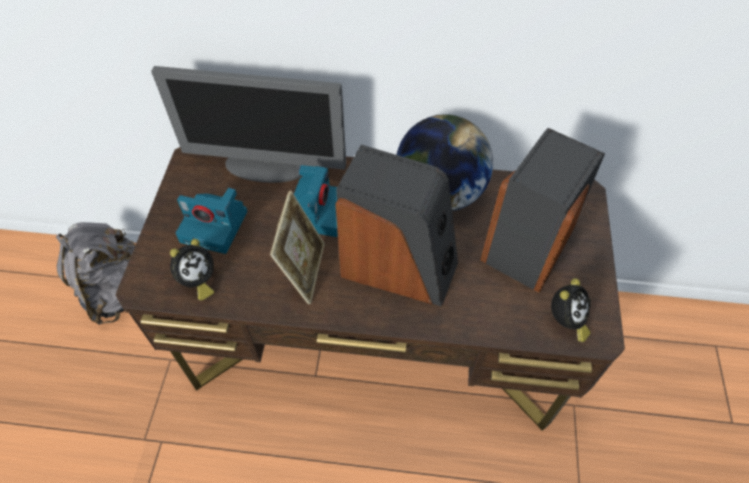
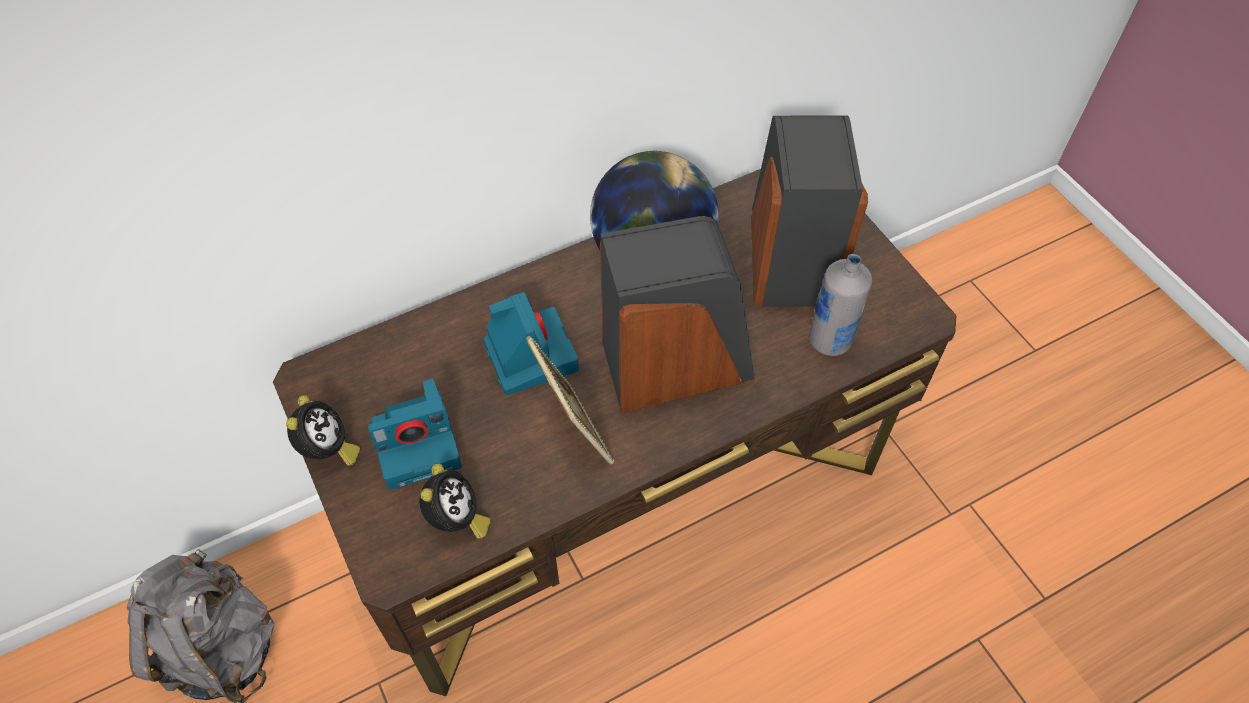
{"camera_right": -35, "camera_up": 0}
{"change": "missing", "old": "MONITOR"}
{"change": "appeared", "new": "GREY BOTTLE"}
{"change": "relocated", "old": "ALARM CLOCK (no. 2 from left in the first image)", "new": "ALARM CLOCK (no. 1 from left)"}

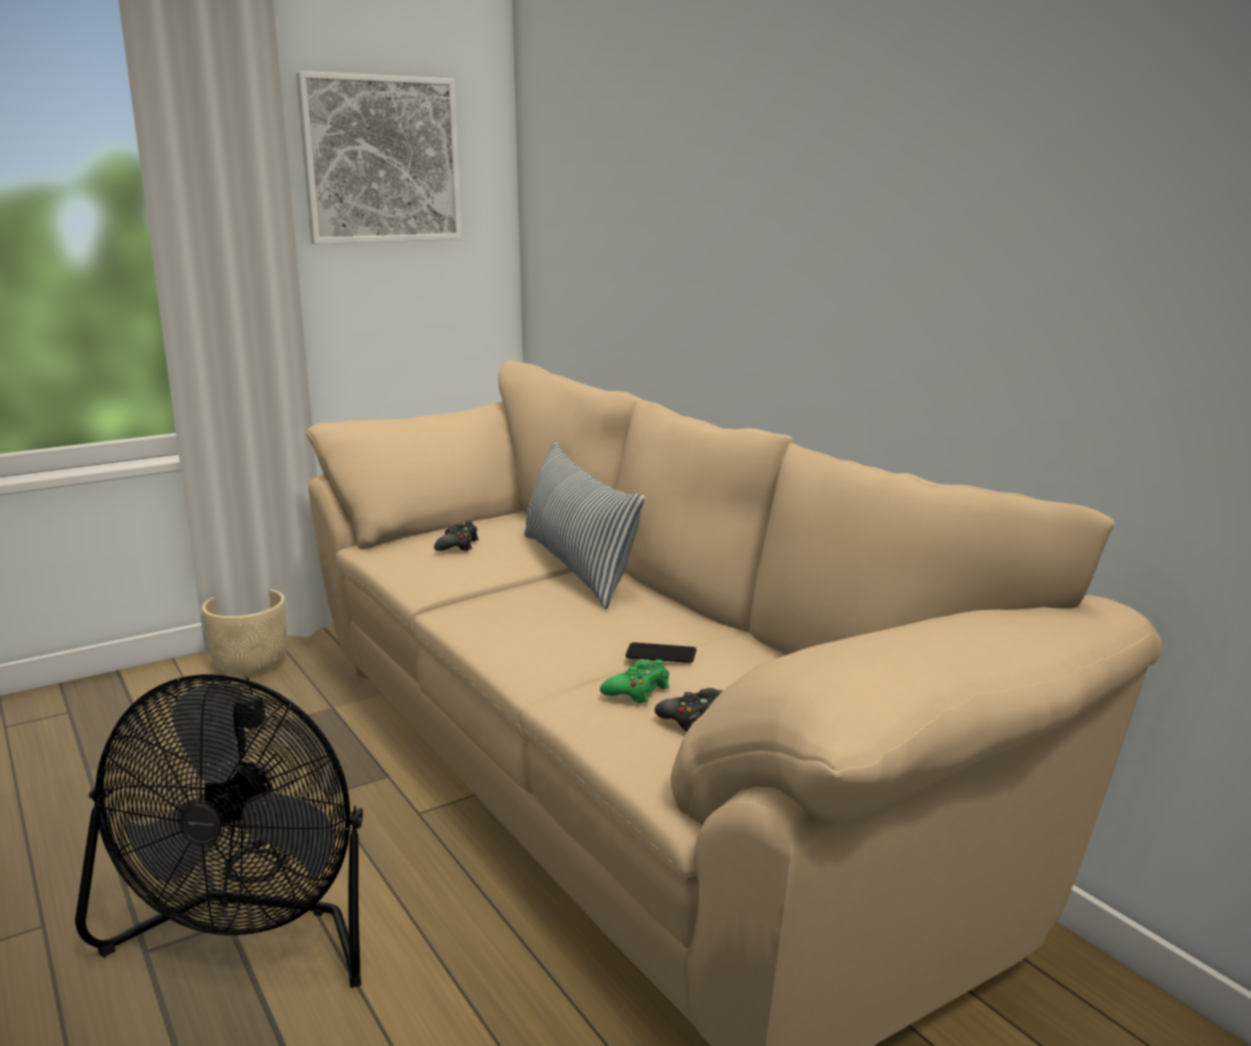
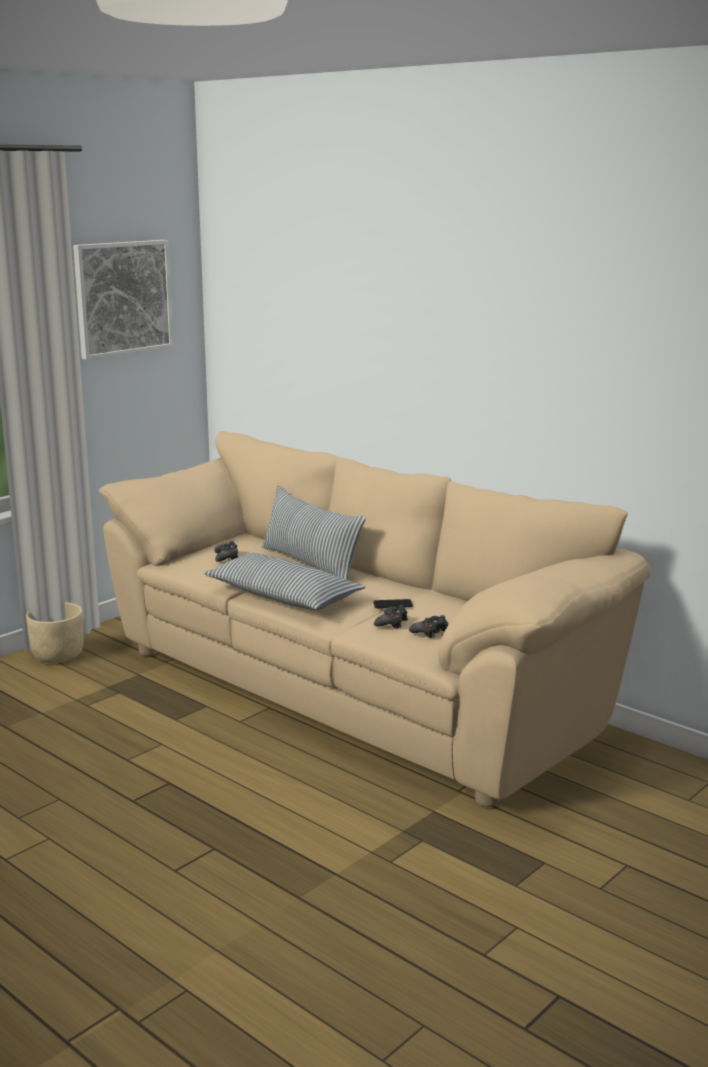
{"camera_right": -15, "camera_up": 0}
{"change": "missing", "old": "BLACK FAN"}
{"change": "appeared", "new": "PILLOW (no. 1 from left)"}
{"change": "colour", "old": "GREEN GAME CONTROLLER", "new": "BLACK GAME CONTROLLER (no. 2 from left)"}

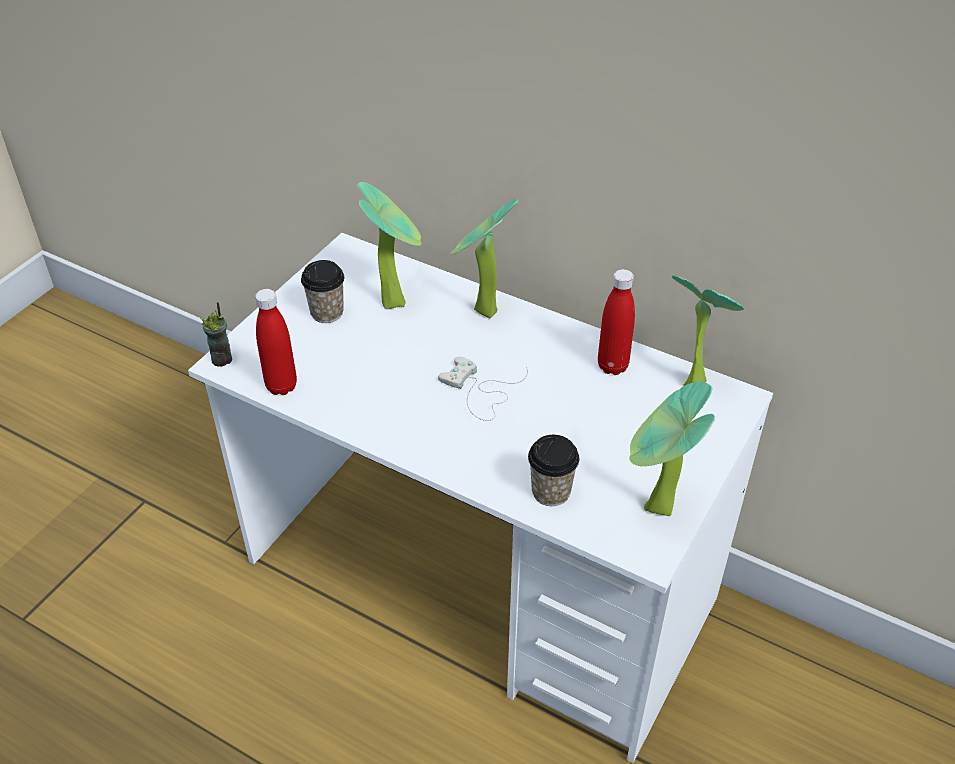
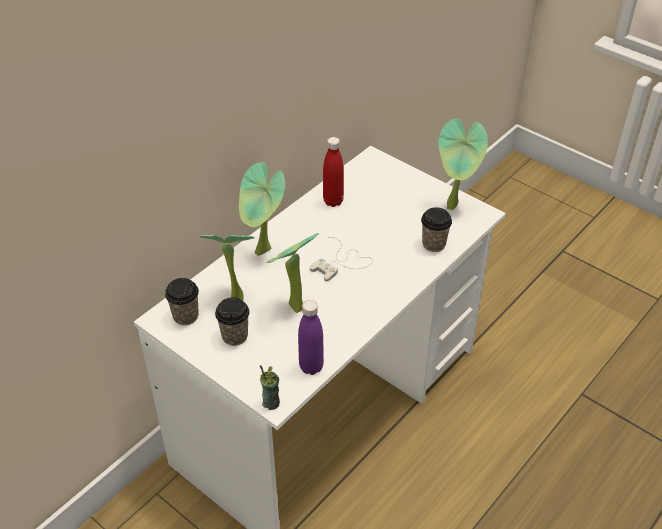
{"camera_right": -80, "camera_up": 0}
{"change": "appeared", "new": "CUP (no. 1 from left)"}
{"change": "relocated", "old": "POTTED PLANT (no. 4 from left in the first image)", "new": "POTTED PLANT (no. 3 from left)"}
{"change": "colour", "old": "RED BOTTLE (no. 1 from left)", "new": "PURPLE BOTTLE"}

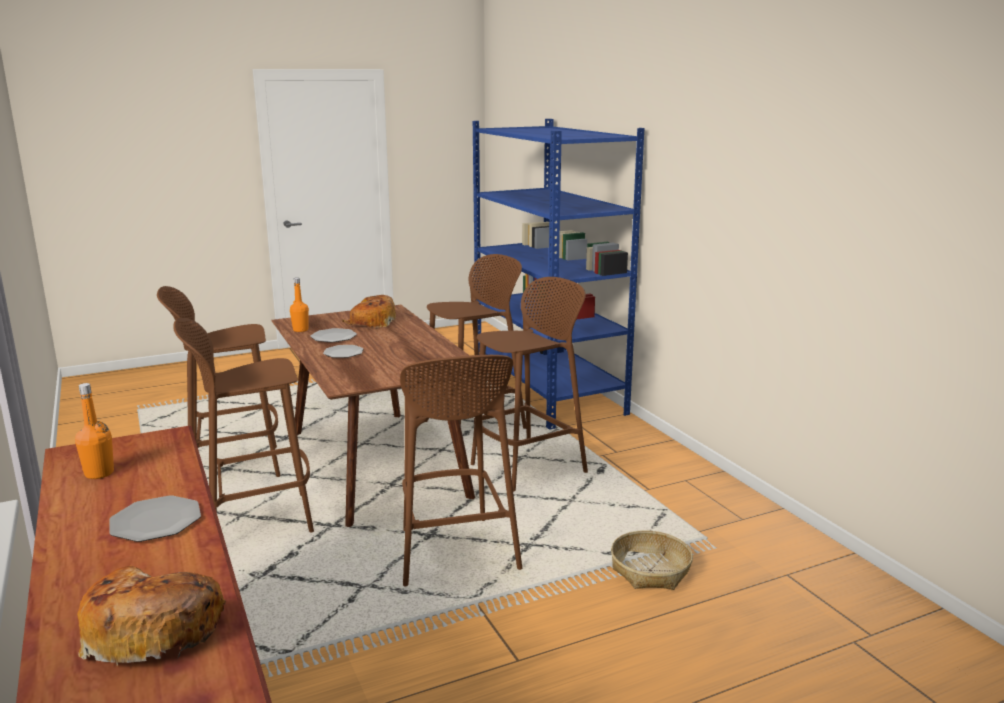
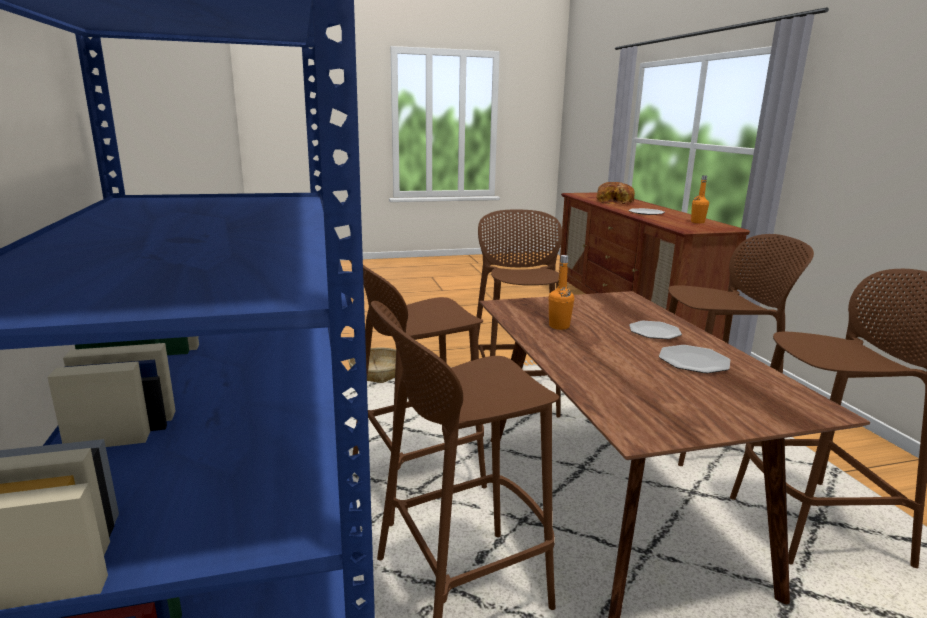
{"camera_right": -170, "camera_up": 0}
{"change": "missing", "old": "BREAD (no. 2 from left)"}
{"change": "relocated", "old": "ORANGE BOTTLE (no. 2 from left in the first image)", "new": "ORANGE BOTTLE (no. 1 from left)"}

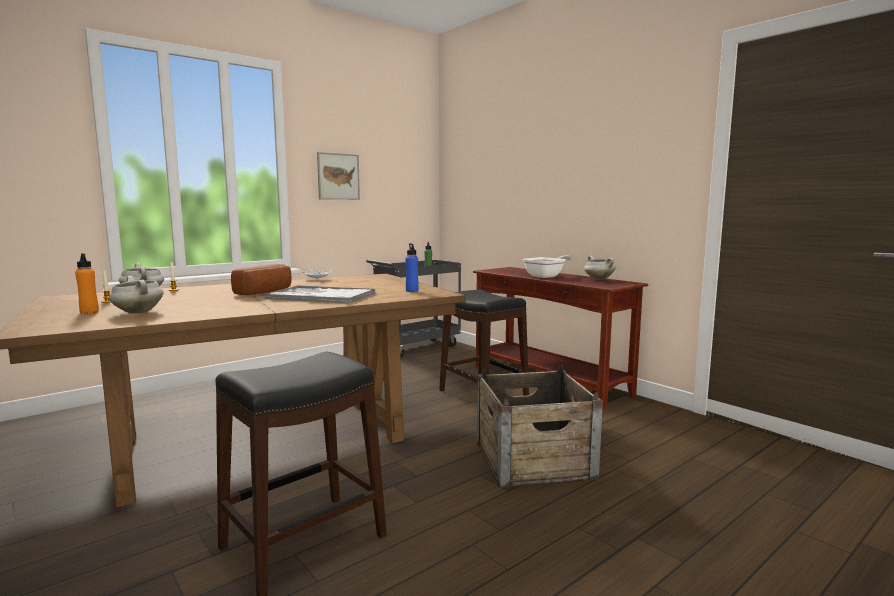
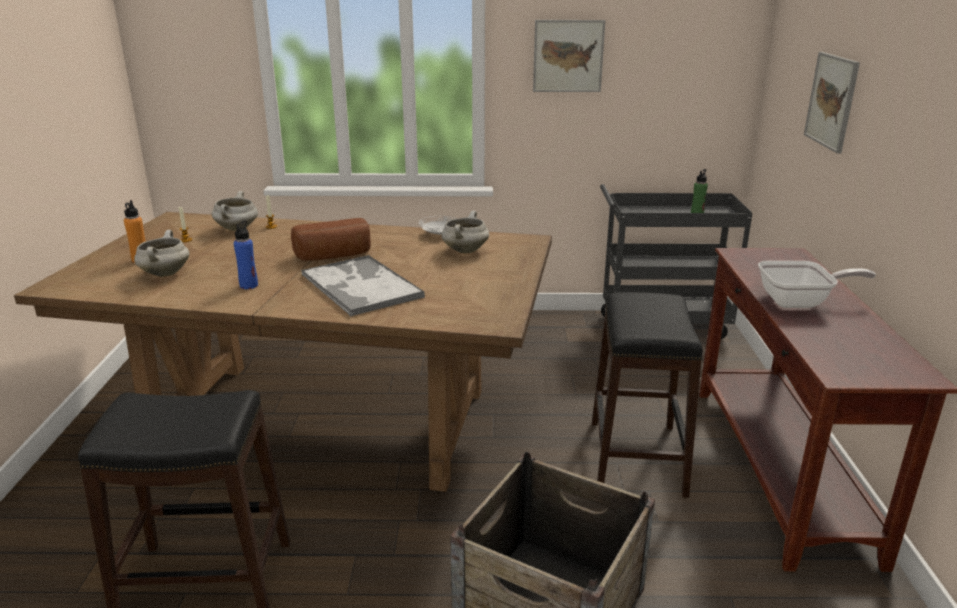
{"camera_right": 40, "camera_up": 15}
{"change": "appeared", "new": "PICTURE (no. 2 from left)"}
{"change": "relocated", "old": "BLUE BOTTLE"}
{"change": "relocated", "old": "WHITE COOKING POT (no. 3 from left)"}

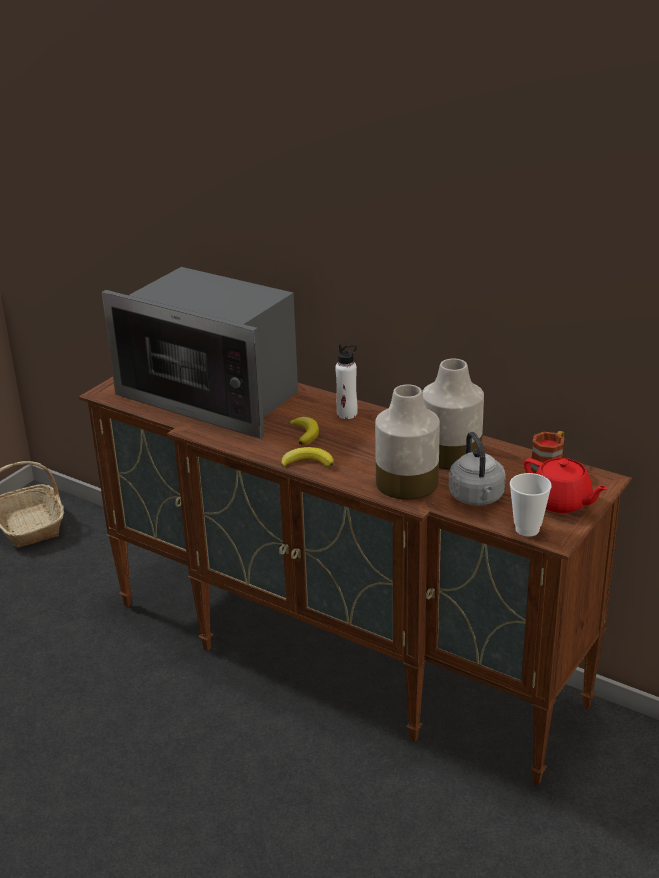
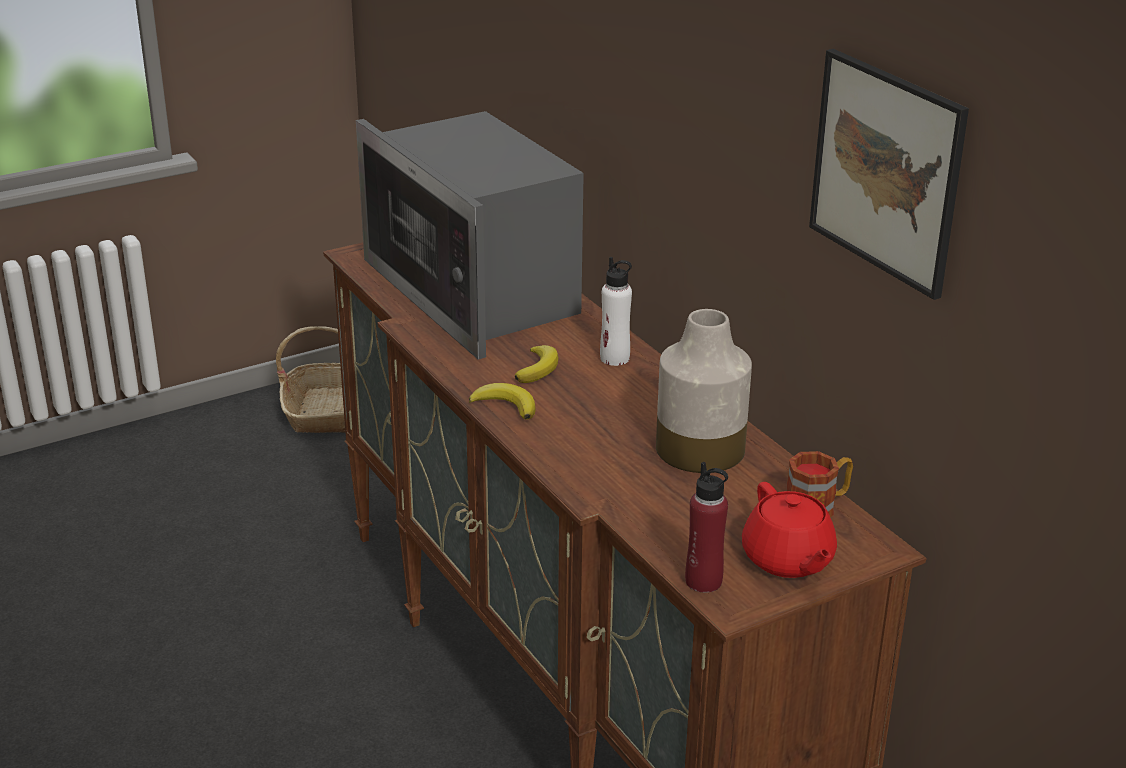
{"camera_right": 25, "camera_up": 0}
{"change": "missing", "old": "BEIGE VASE (no. 1 from left)"}
{"change": "missing", "old": "GREY KETTLE"}
{"change": "appeared", "new": "PICTURE"}
{"change": "exchanged", "old": "CUP", "new": "RED BOTTLE"}

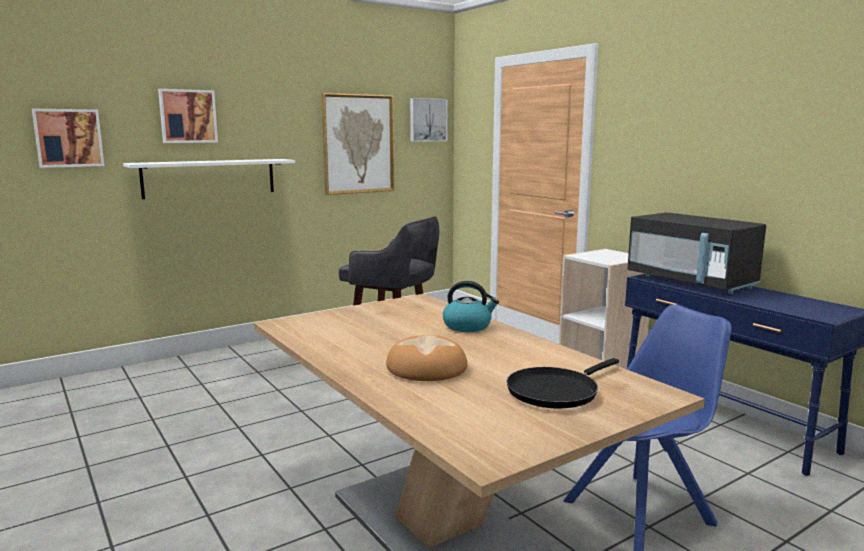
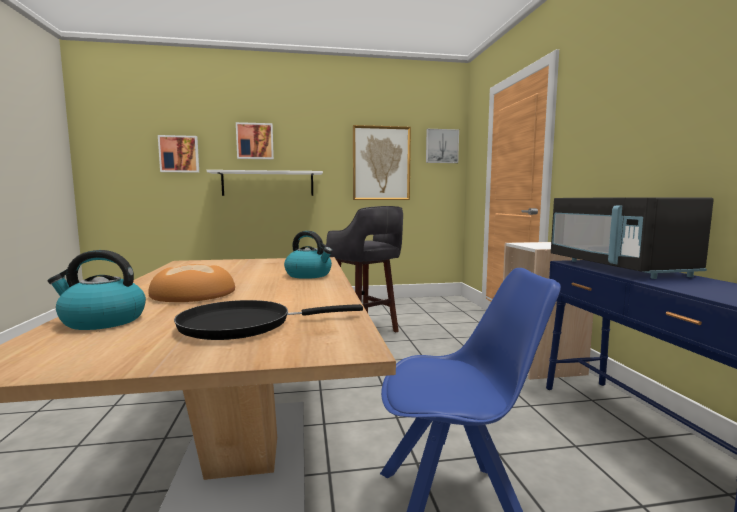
{"camera_right": 25, "camera_up": -5}
{"change": "appeared", "new": "KETTLE (no. 1 from left)"}

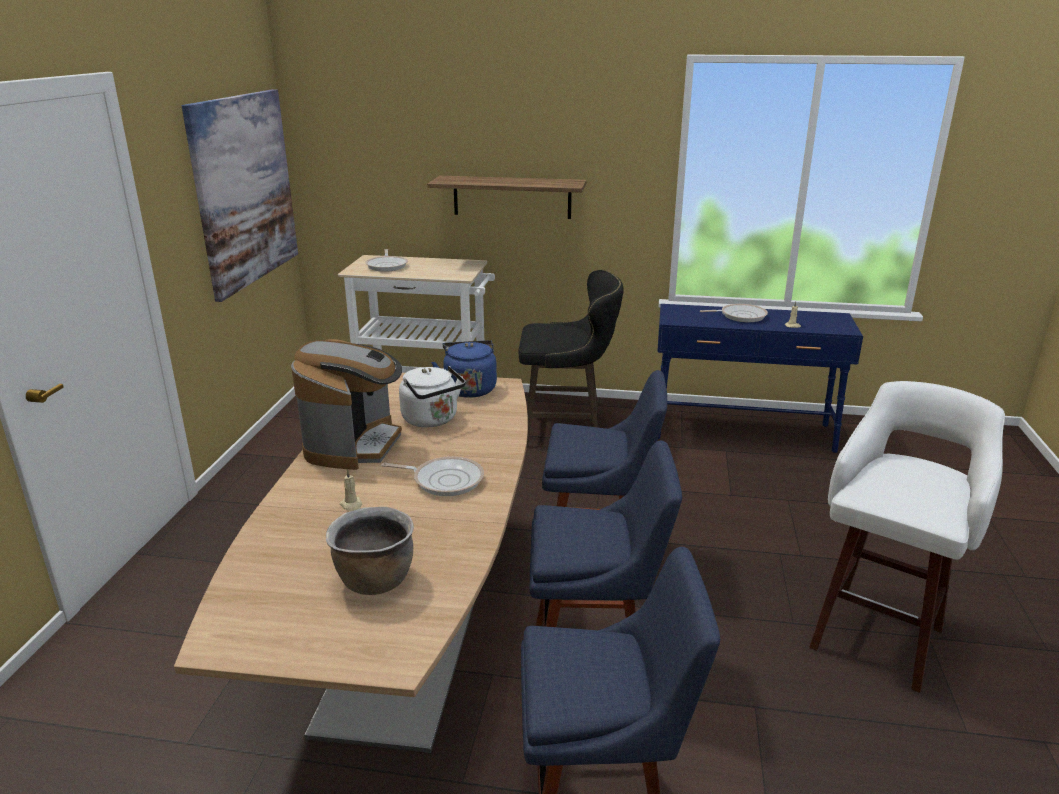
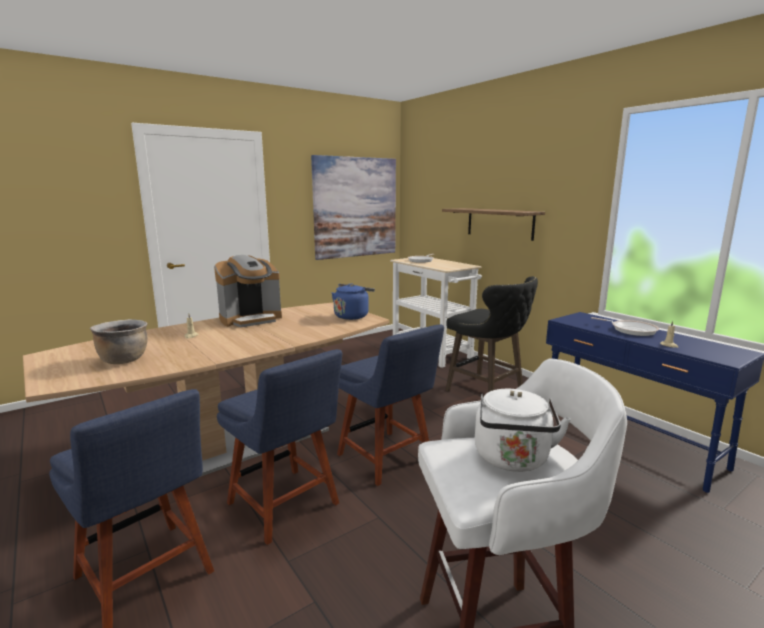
{"camera_right": 45, "camera_up": -10}
{"change": "missing", "old": "FRYING PAN (no. 2 from left)"}
{"change": "relocated", "old": "WHITE KETTLE"}

